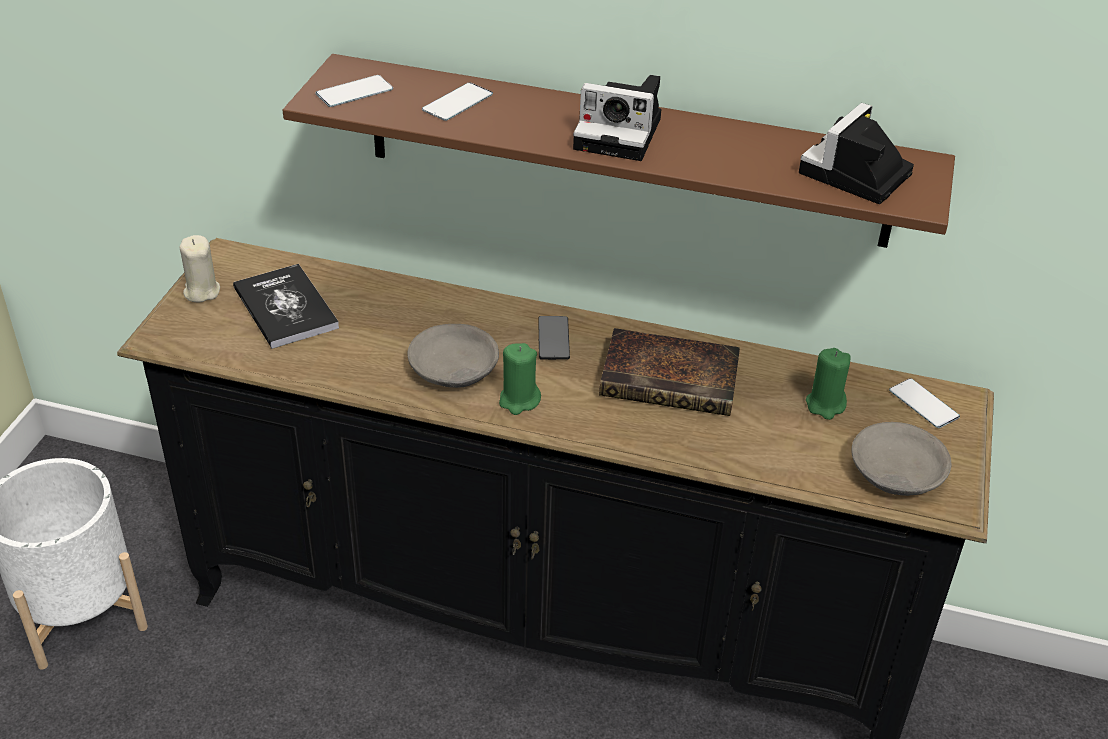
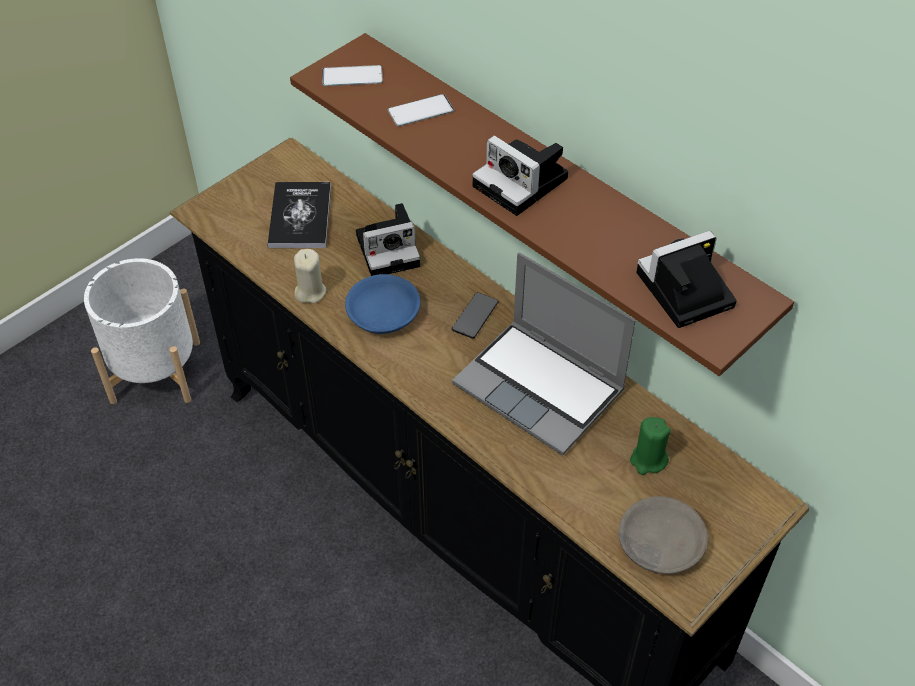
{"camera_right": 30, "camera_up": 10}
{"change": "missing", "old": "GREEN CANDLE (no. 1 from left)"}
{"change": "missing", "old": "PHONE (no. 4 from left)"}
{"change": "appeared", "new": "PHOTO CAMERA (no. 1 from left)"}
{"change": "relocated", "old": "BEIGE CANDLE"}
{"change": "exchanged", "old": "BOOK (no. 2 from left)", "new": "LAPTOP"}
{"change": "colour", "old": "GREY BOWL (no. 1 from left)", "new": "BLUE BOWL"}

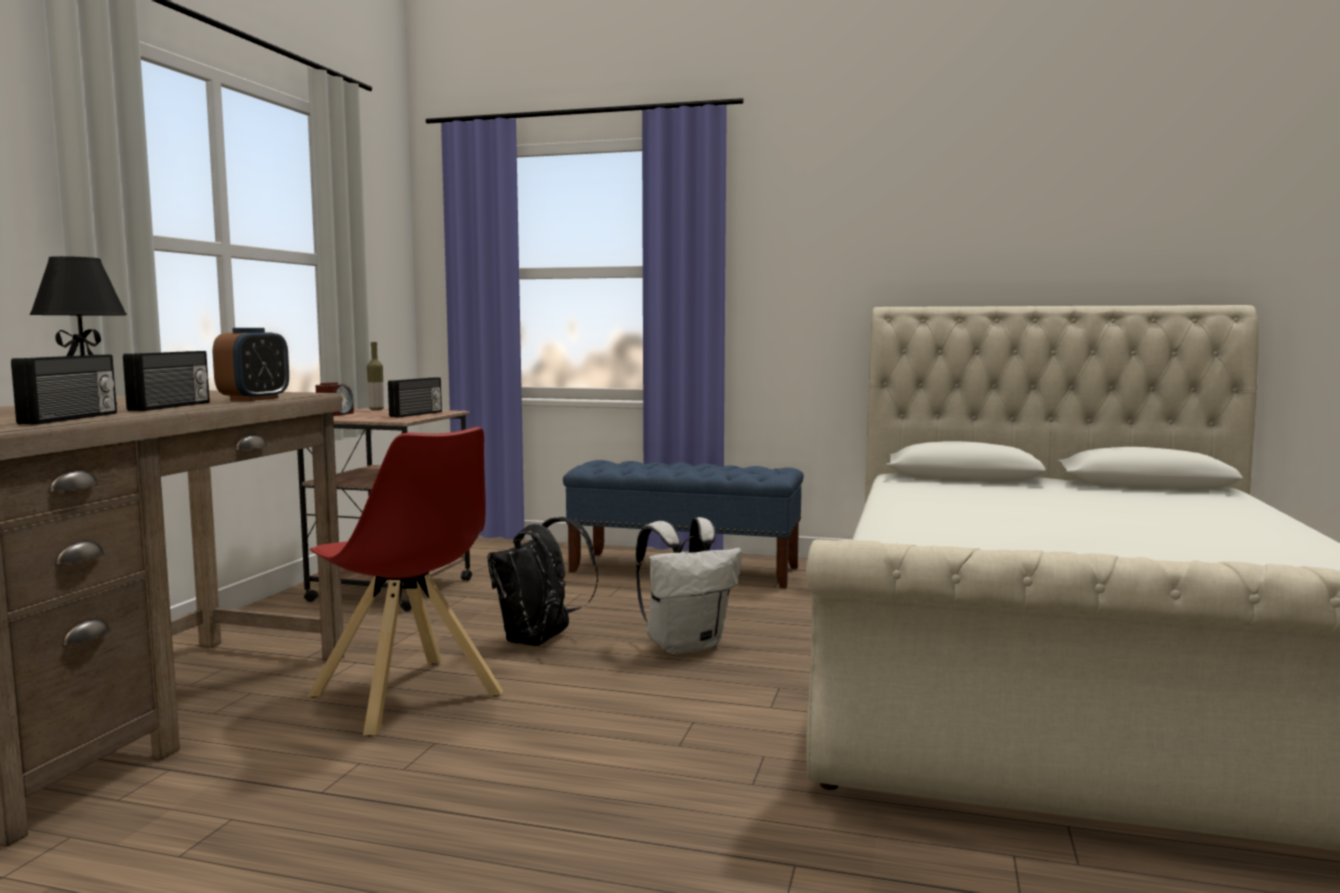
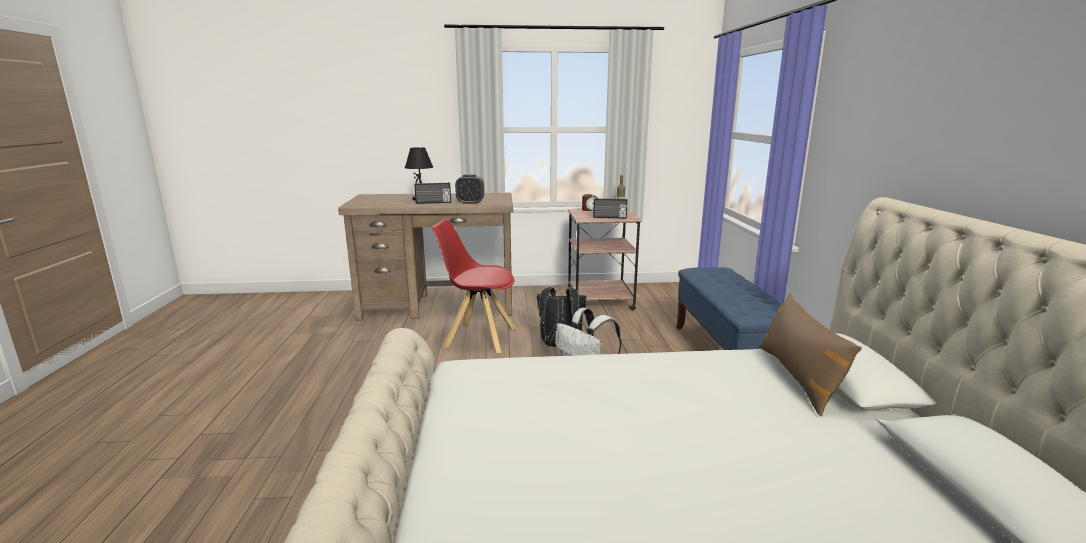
{"camera_right": 70, "camera_up": 10}
{"change": "missing", "old": "RADIO (no. 1 from left)"}
{"change": "appeared", "new": "BROWN PILLOW"}
{"change": "spun", "old": "RED CHAIR", "degrees": 75}

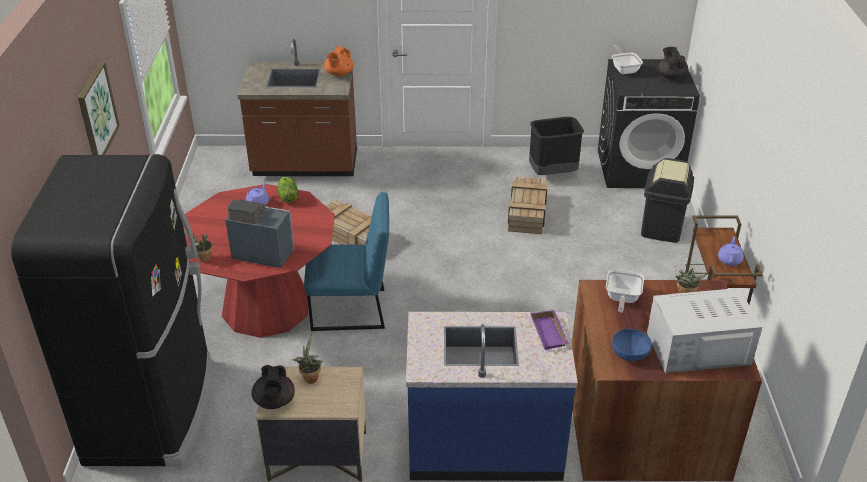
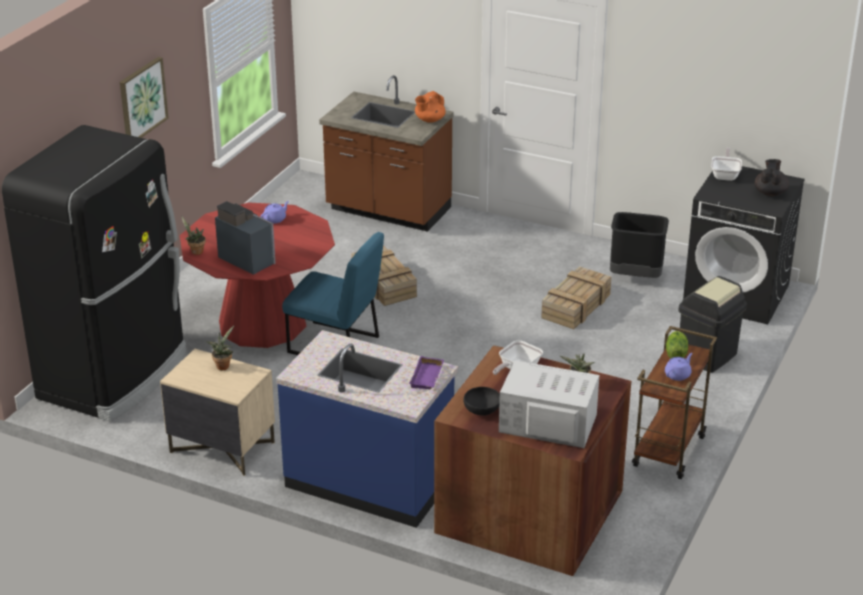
{"camera_right": 25, "camera_up": -5}
{"change": "missing", "old": "BLACK TEAPOT (no. 1 from left)"}
{"change": "relocated", "old": "LETTUCE"}
{"change": "colour", "old": "BLUE BOWL", "new": "BLACK BOWL"}

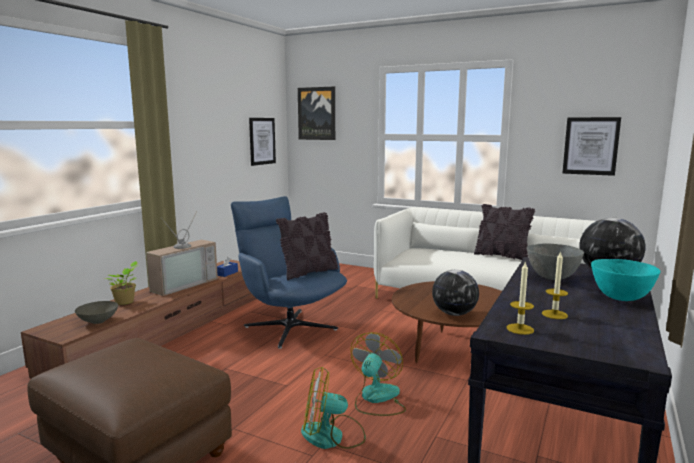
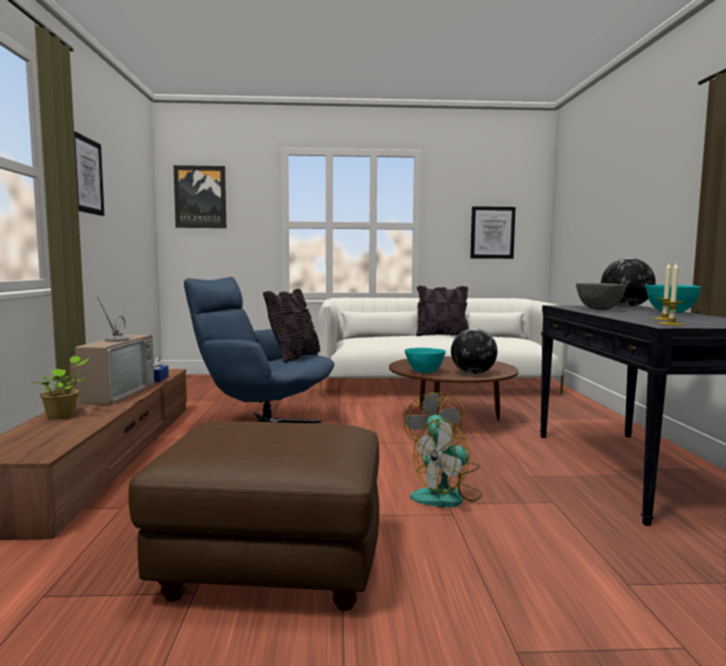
{"camera_right": -30, "camera_up": -5}
{"change": "missing", "old": "GREY BOWL (no. 1 from left)"}
{"change": "appeared", "new": "TURQUOISE BOWL (no. 1 from left)"}
{"change": "relocated", "old": "PICTURE (no. 1 from left)"}

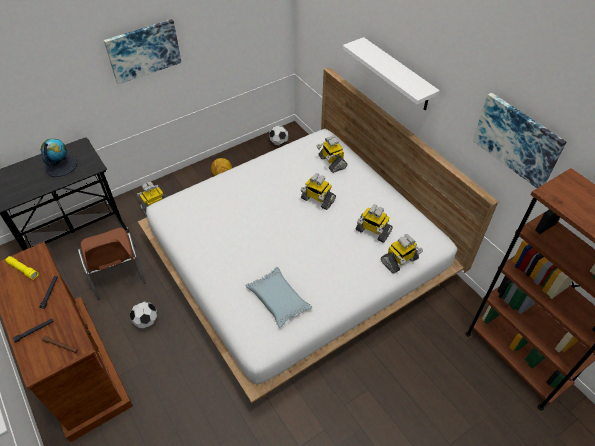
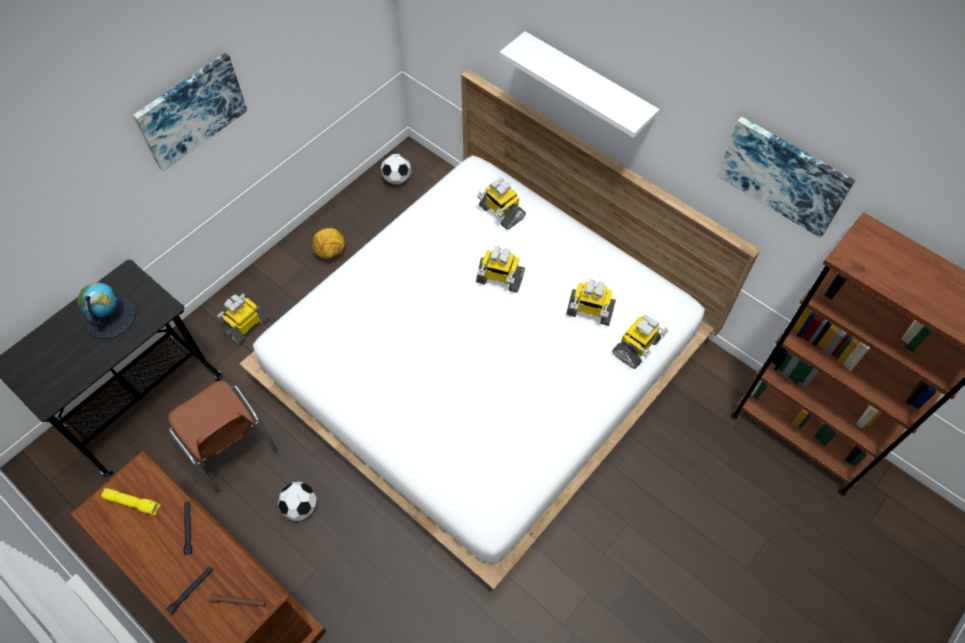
{"camera_right": -15, "camera_up": 10}
{"change": "missing", "old": "BLUE PILLOW"}

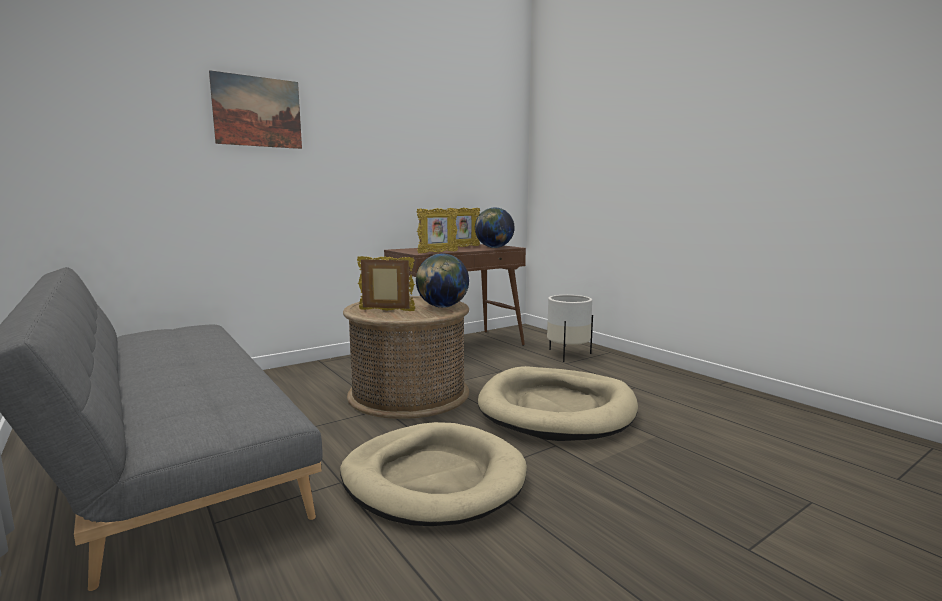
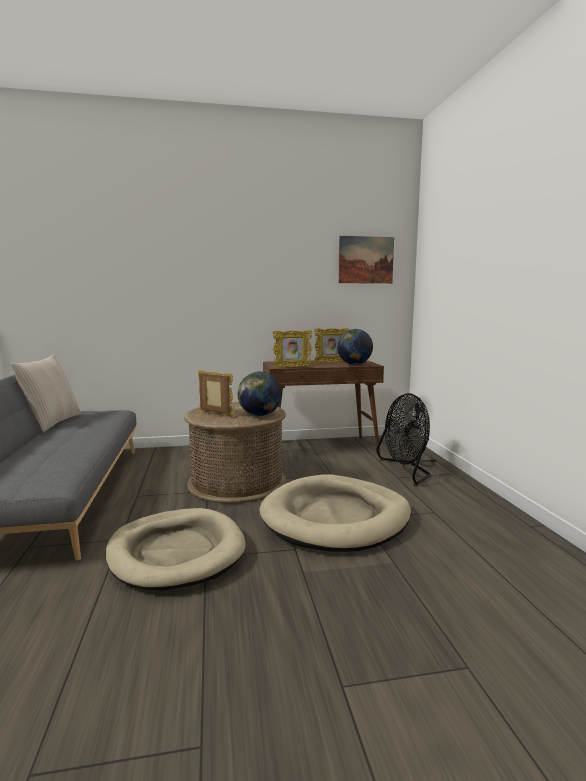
{"camera_right": 25, "camera_up": 0}
{"change": "appeared", "new": "BEIGE PILLOW"}
{"change": "relocated", "old": "PICTURE"}
{"change": "exchanged", "old": "WHITE PLANTER", "new": "BLACK FAN"}

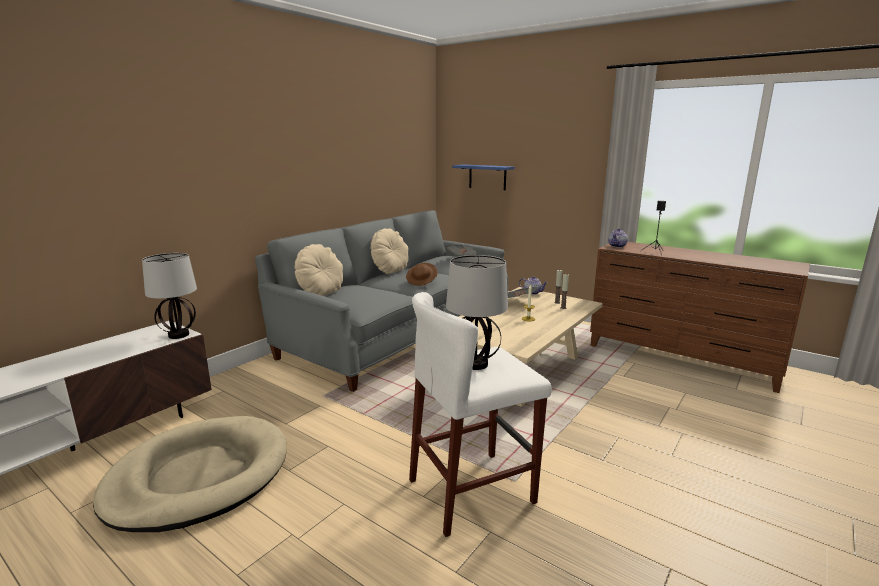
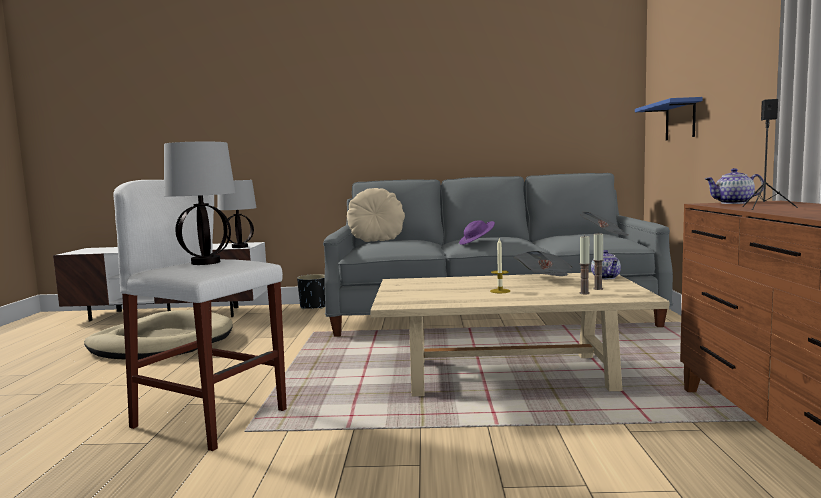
{"camera_right": 55, "camera_up": -10}
{"change": "missing", "old": "BEIGE PILLOW (no. 2 from left)"}
{"change": "appeared", "new": "BLACK PLANTER"}
{"change": "colour", "old": "BROWN HAT", "new": "PURPLE HAT"}

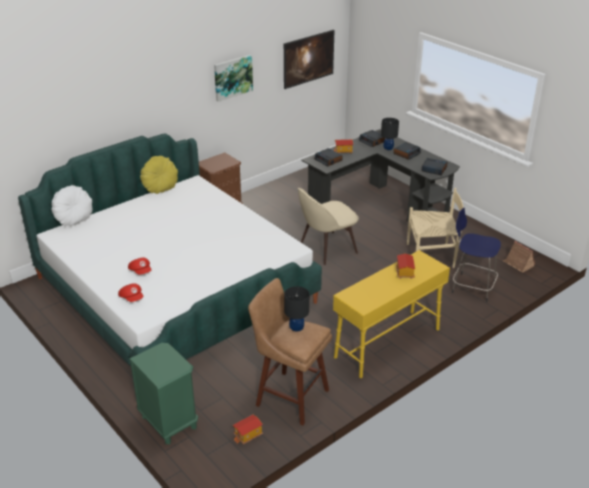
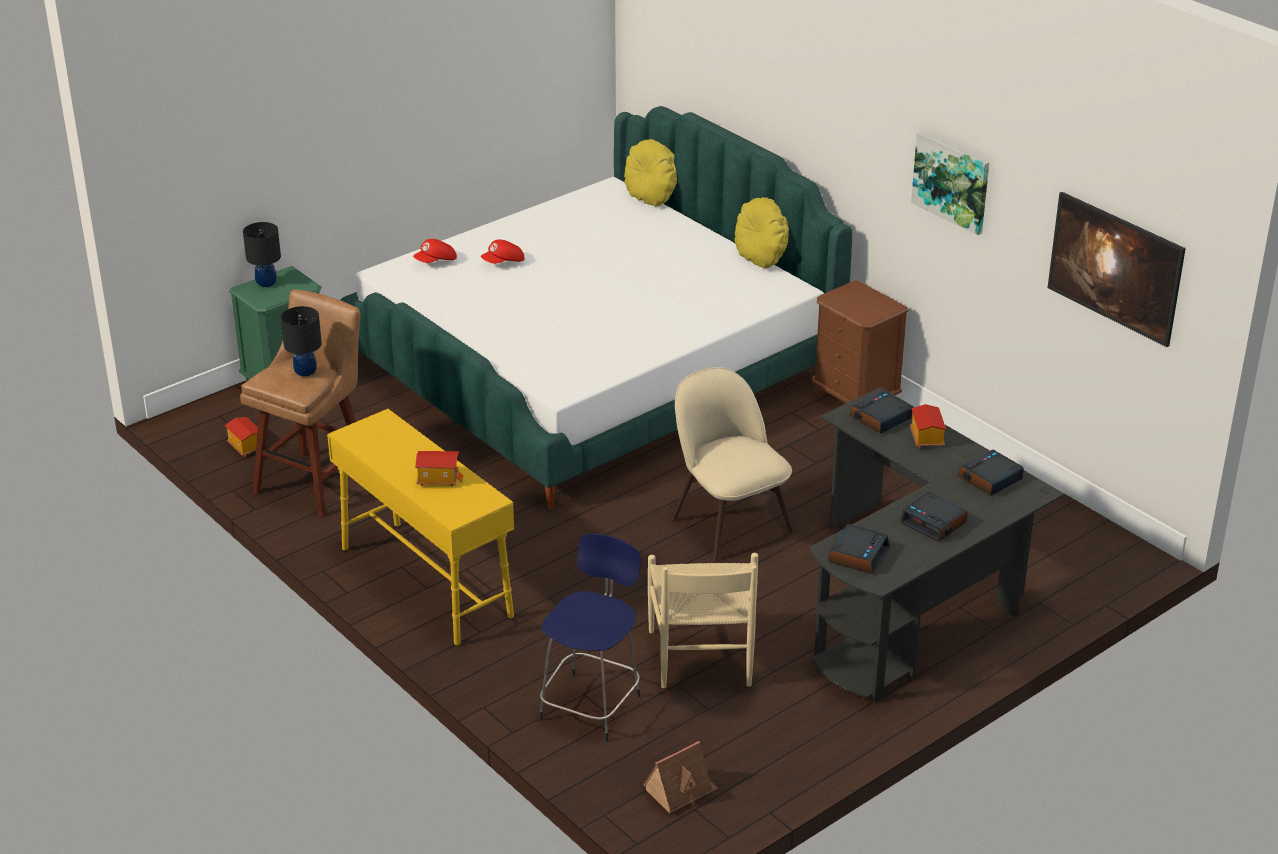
{"camera_right": 90, "camera_up": 0}
{"change": "relocated", "old": "BLACK TABLE LAMP (no. 2 from left in the first image)", "new": "BLACK TABLE LAMP (no. 1 from left)"}
{"change": "colour", "old": "WHITE PILLOW", "new": "YELLOW PILLOW (no. 1 from left)"}

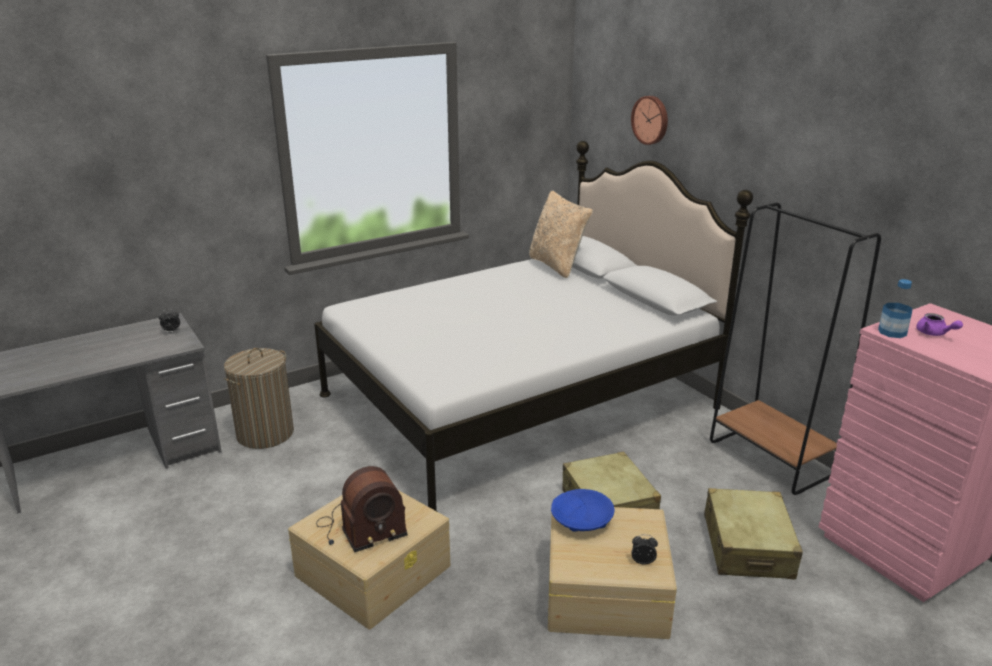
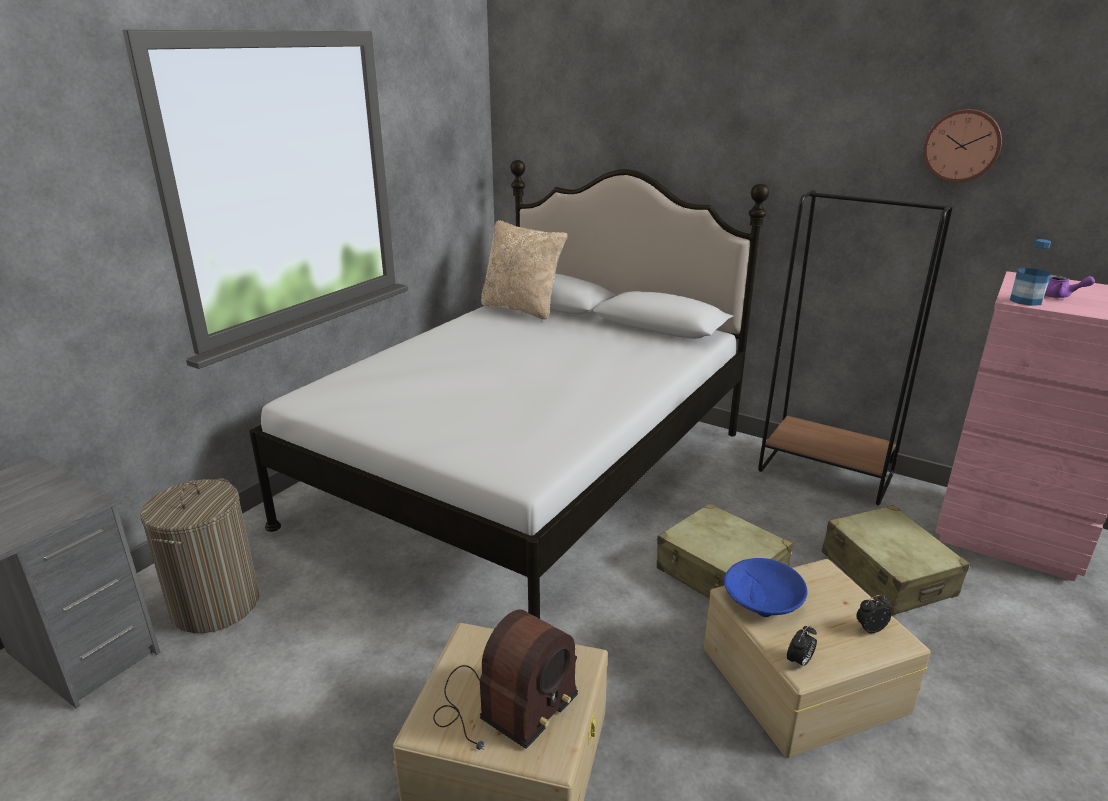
{"camera_right": -25, "camera_up": 0}
{"change": "relocated", "old": "ALARM CLOCK (no. 1 from left)"}
{"change": "relocated", "old": "WALL CLOCK"}

